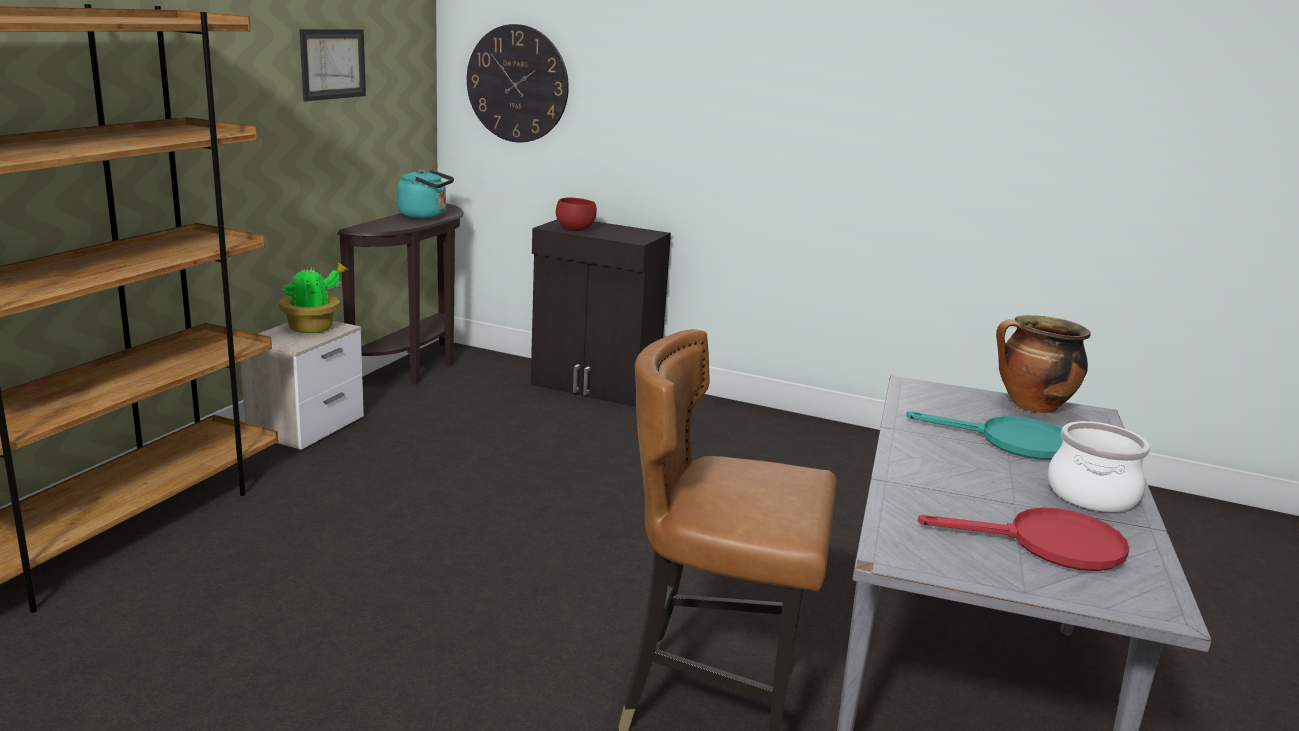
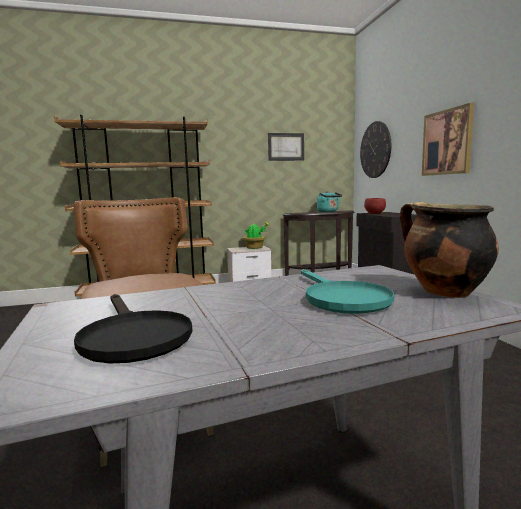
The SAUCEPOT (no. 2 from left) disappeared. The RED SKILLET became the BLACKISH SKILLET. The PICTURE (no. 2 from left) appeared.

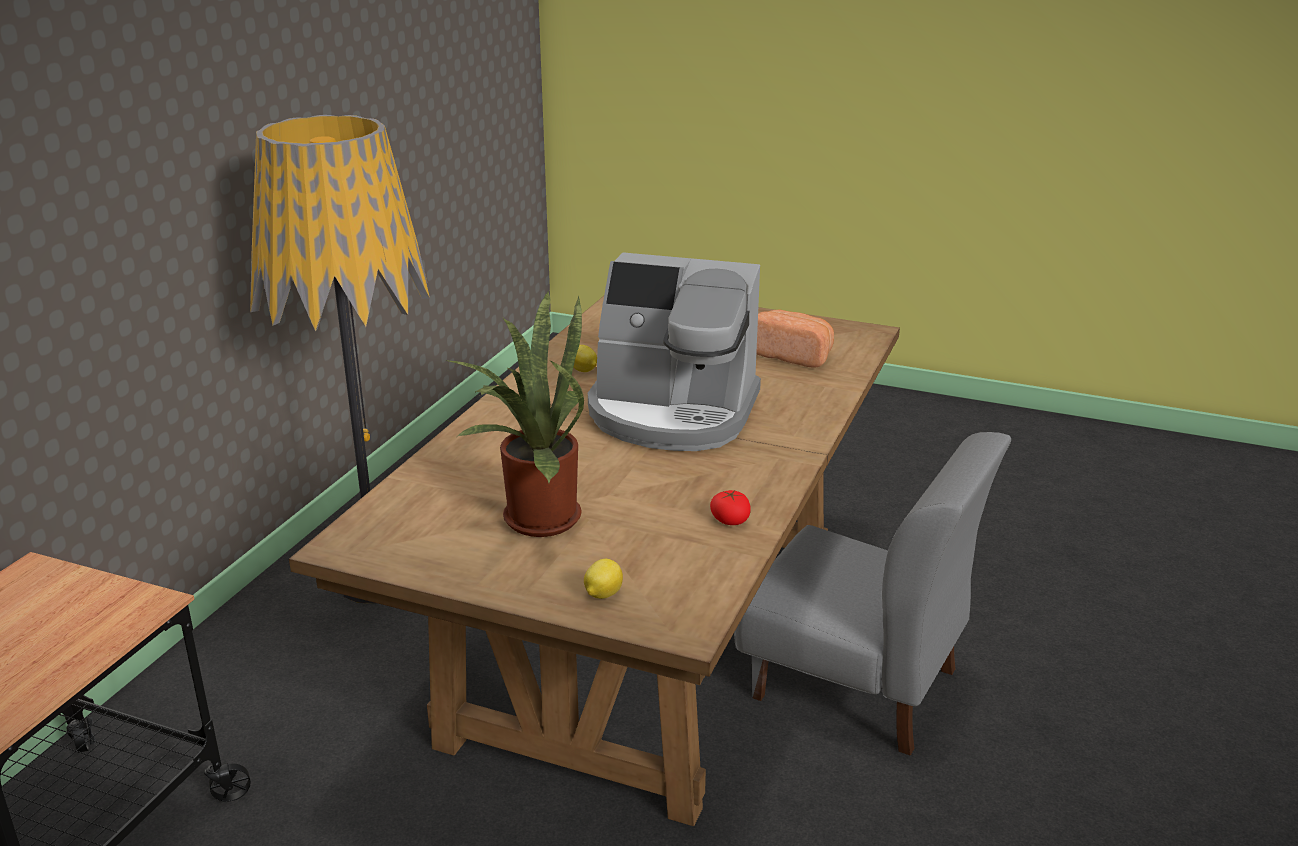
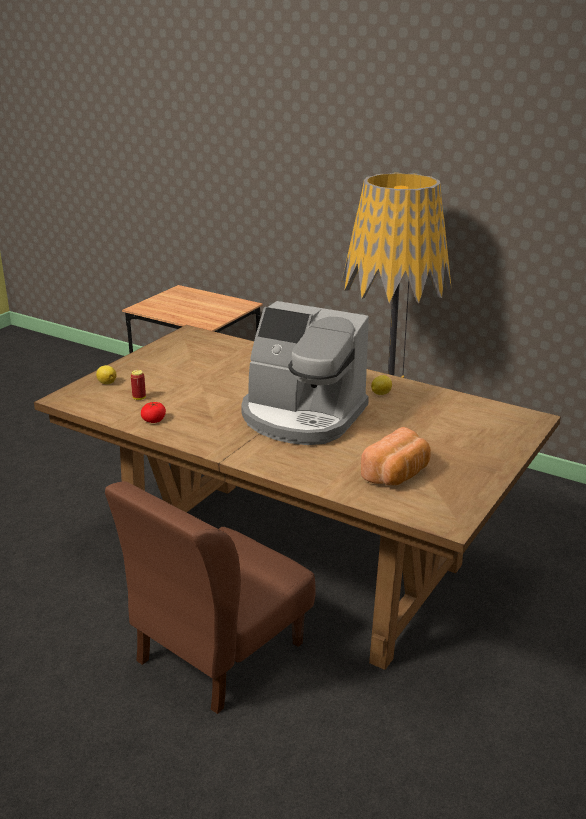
The COFFEE BREWER turned 90 degrees counterclockwise. The HOUSEPLANT disappeared. The GREY PLAIN CHAIR became the BROWNISH PLAIN CHAIR. The CAN appeared.

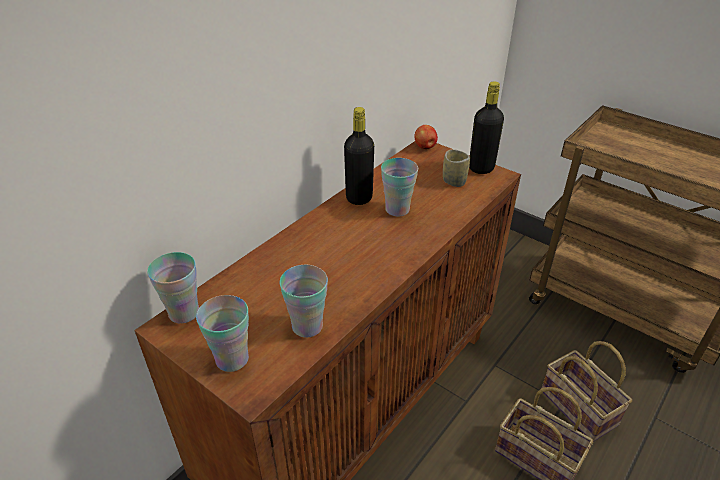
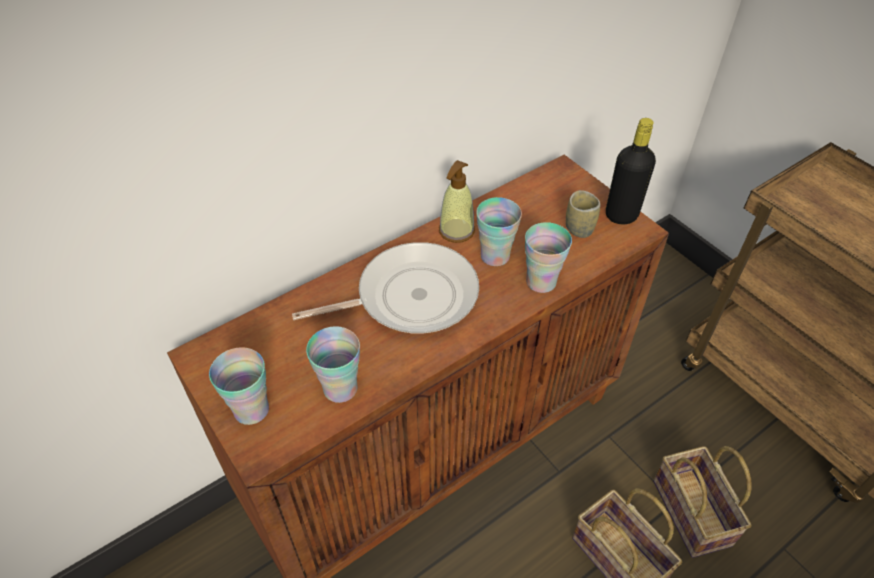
The BLACKISH BOTTLE (no. 1 from left) was replaced by the SOAP BOTTLE. The WHOLE APPLE disappeared. The SMALL CUP (no. 1 from left in the first image) moved. The SKILLET appeared.

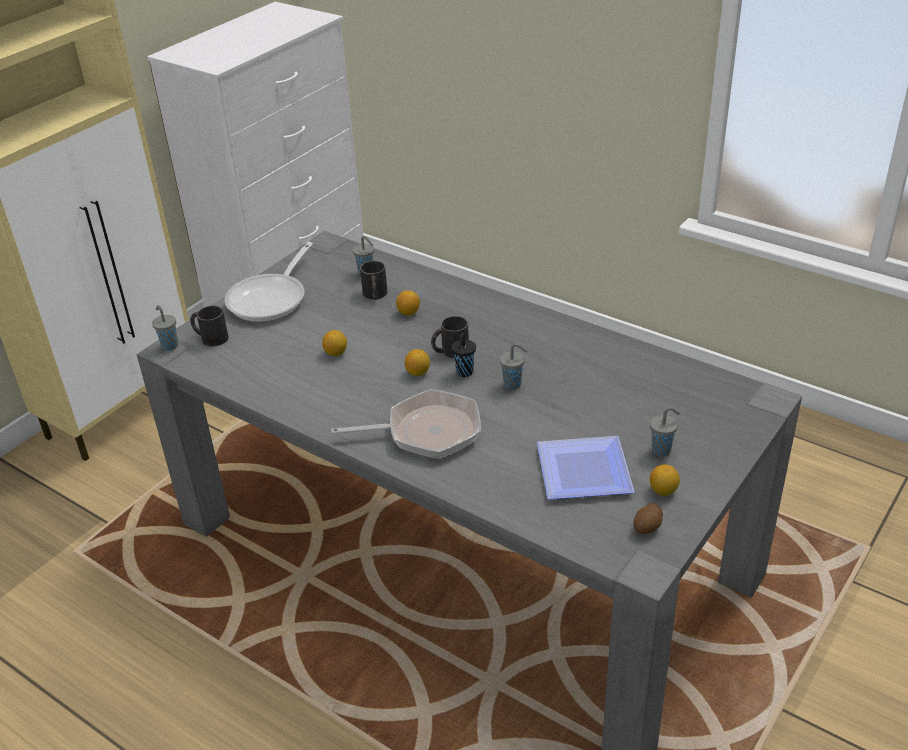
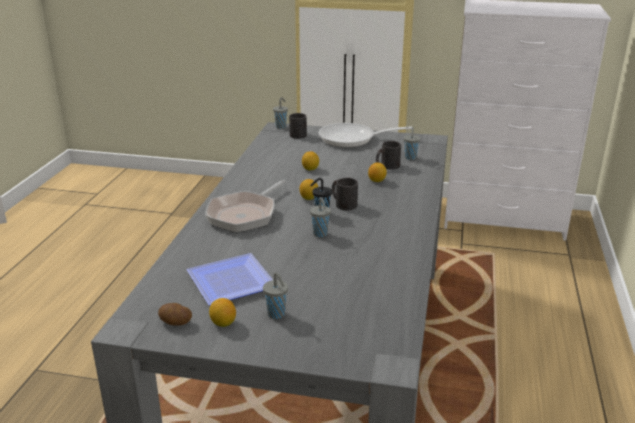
The SKILLET (no. 2 from left in the first image) turned 60 degrees clockwise.

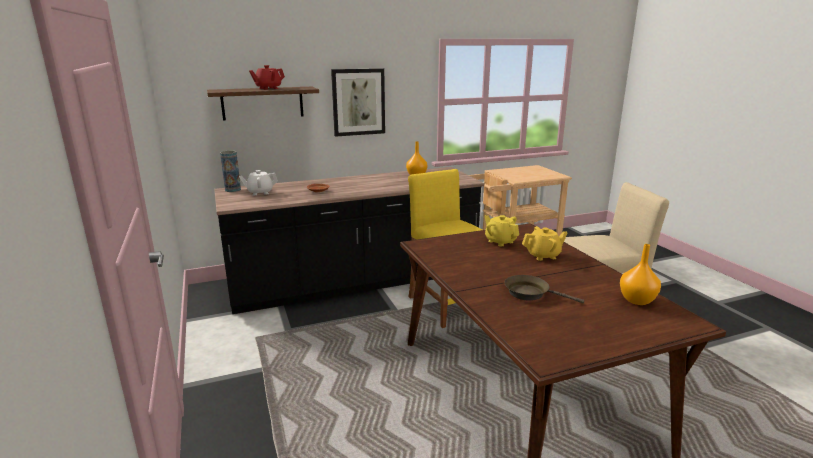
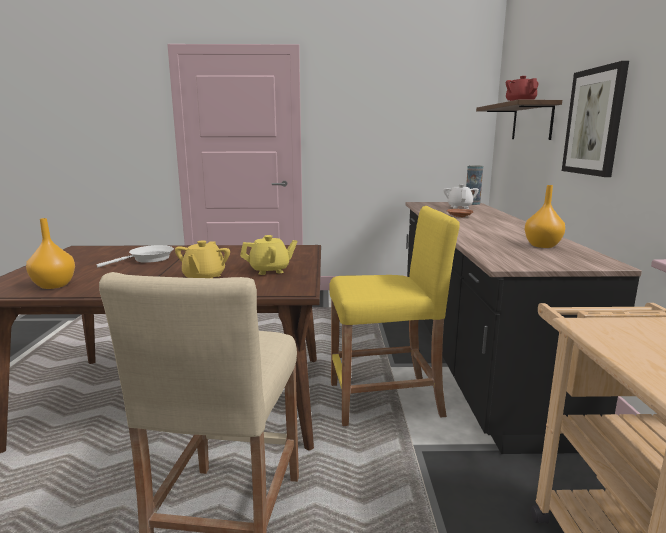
The BROWNISH SKILLET became the WHITE SKILLET.

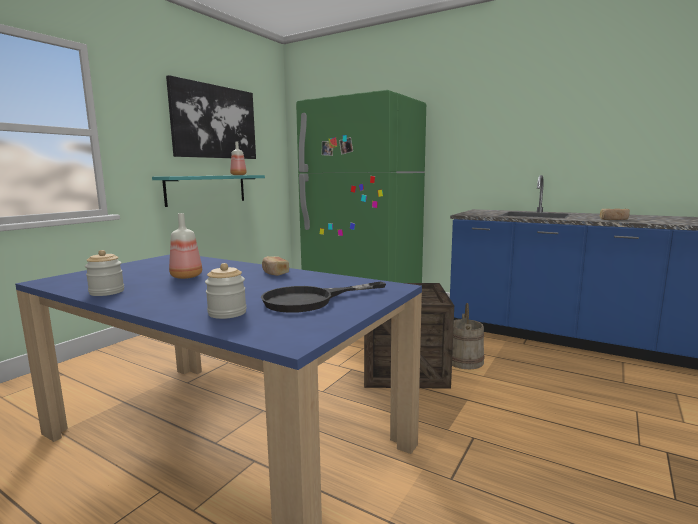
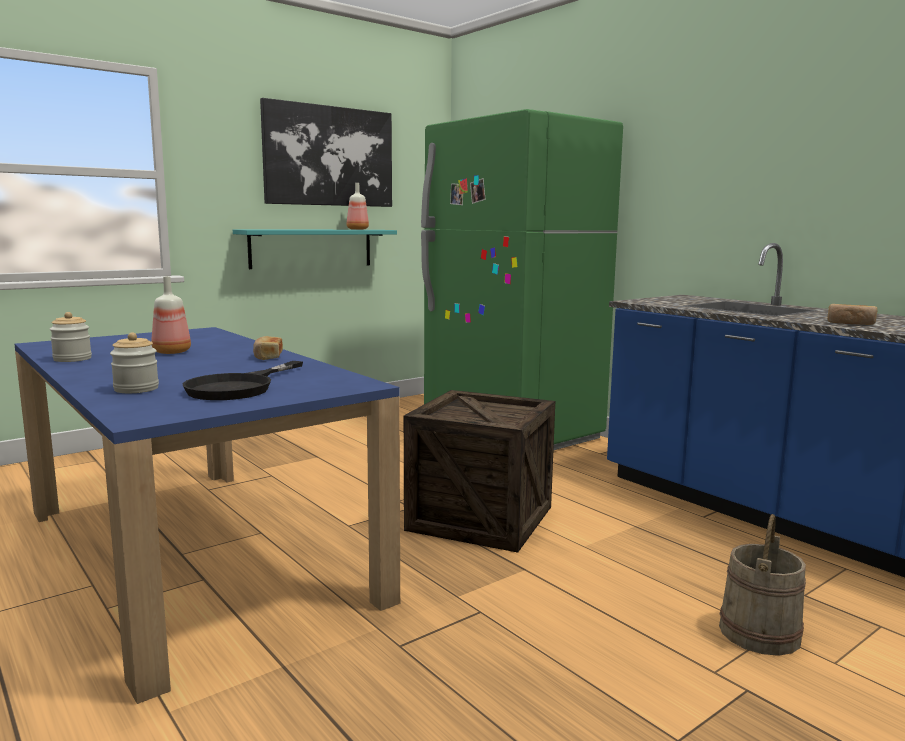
The BLACKISH SKILLET turned 60 degrees counterclockwise. The SAND-COLOURED WATER BUCKET moved.

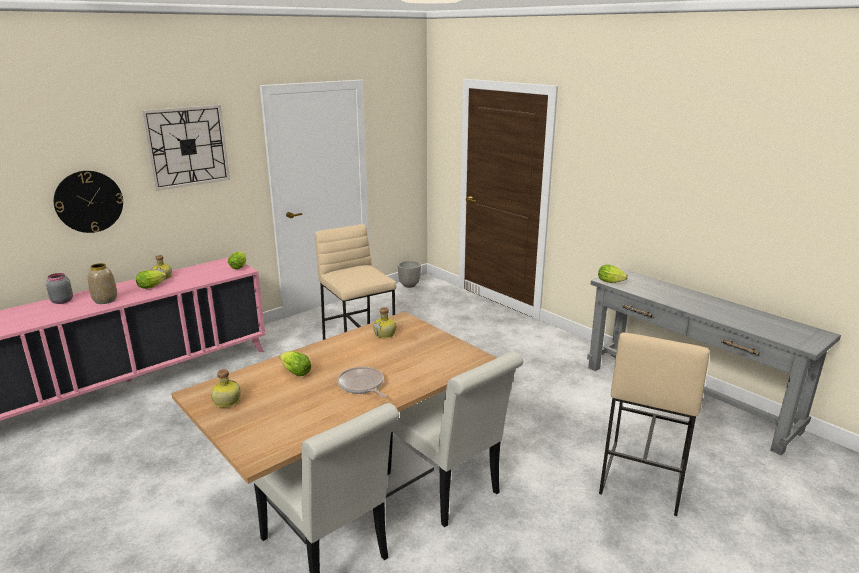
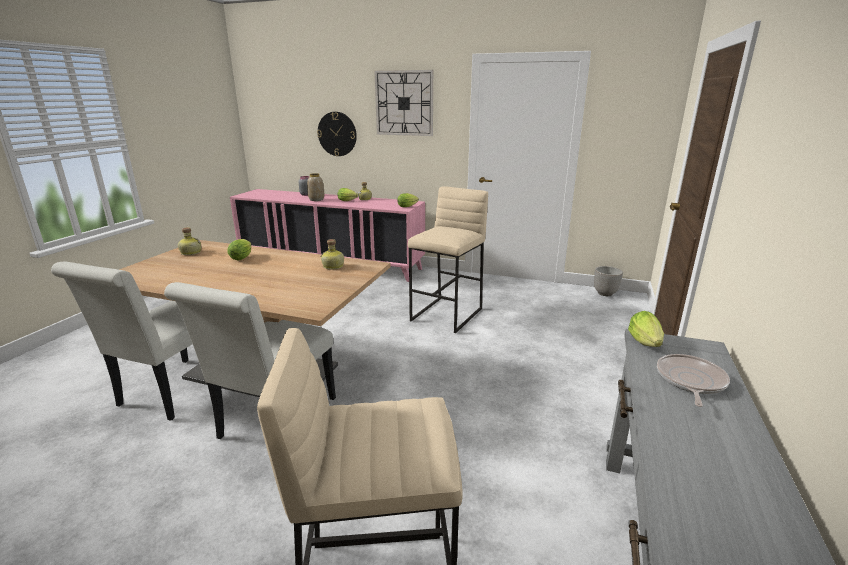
The SKILLET moved.

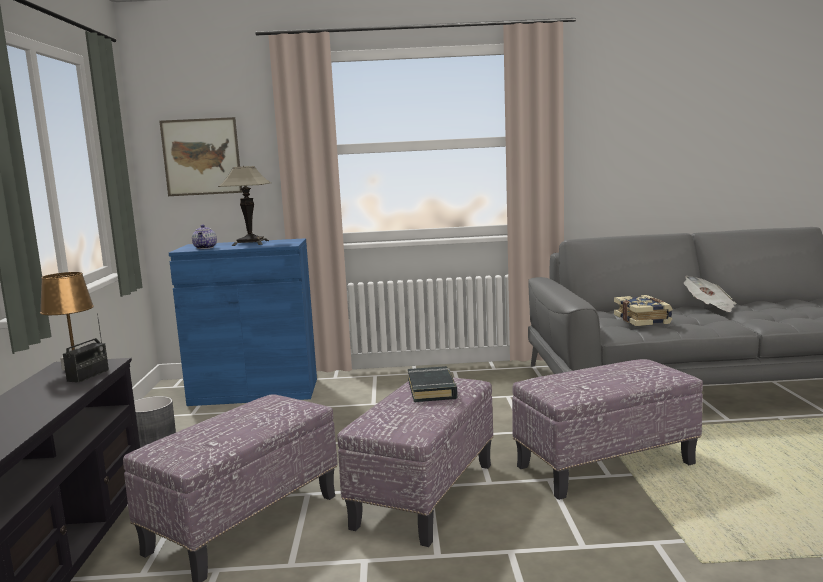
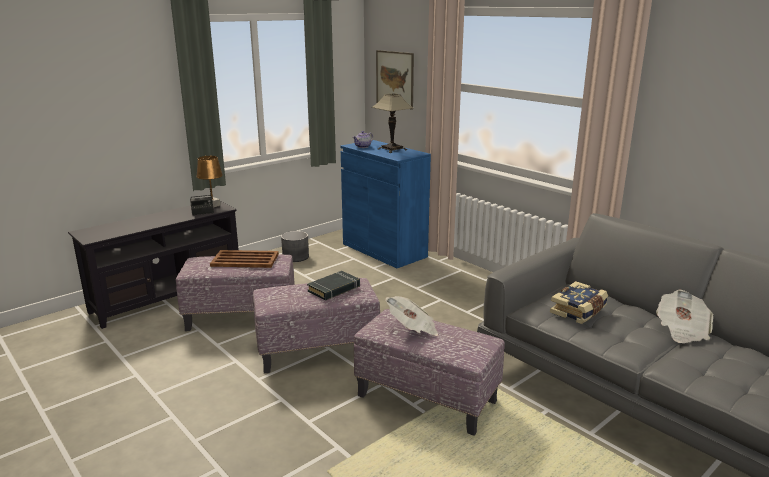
The BROWNISH TRAY appeared. The DAILY PAPER (no. 1 from left) appeared.

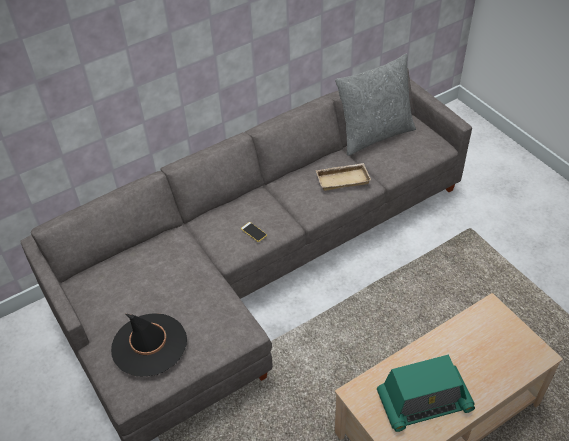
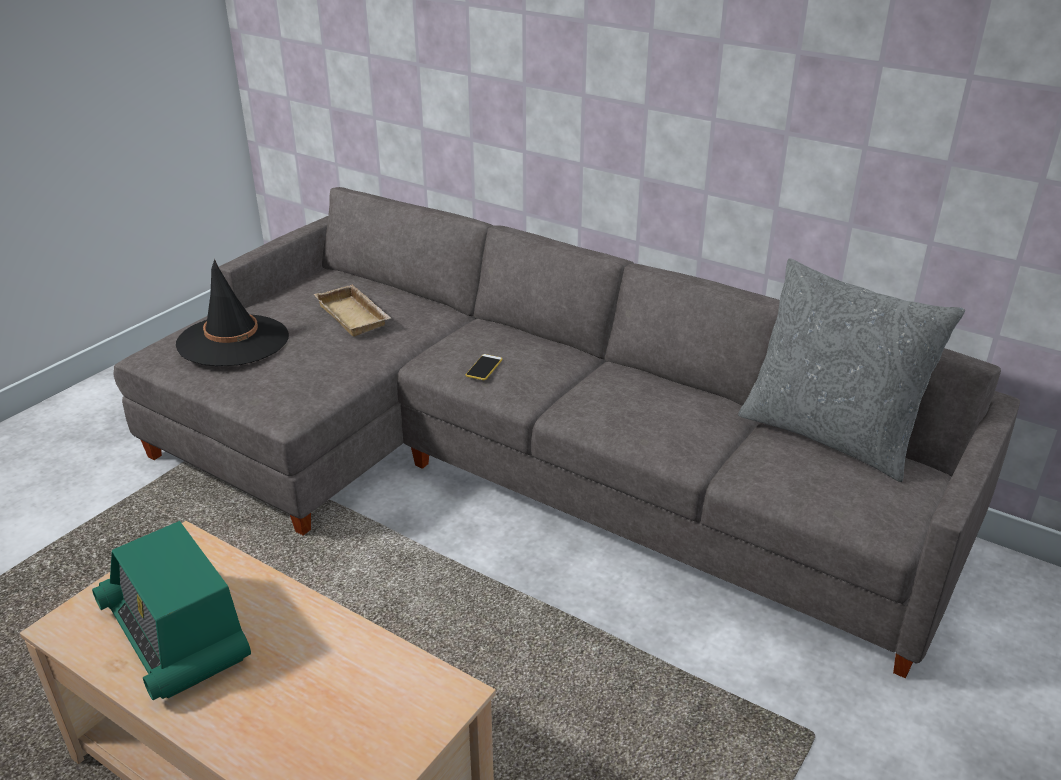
The SAND-COLOURED TRAY moved.

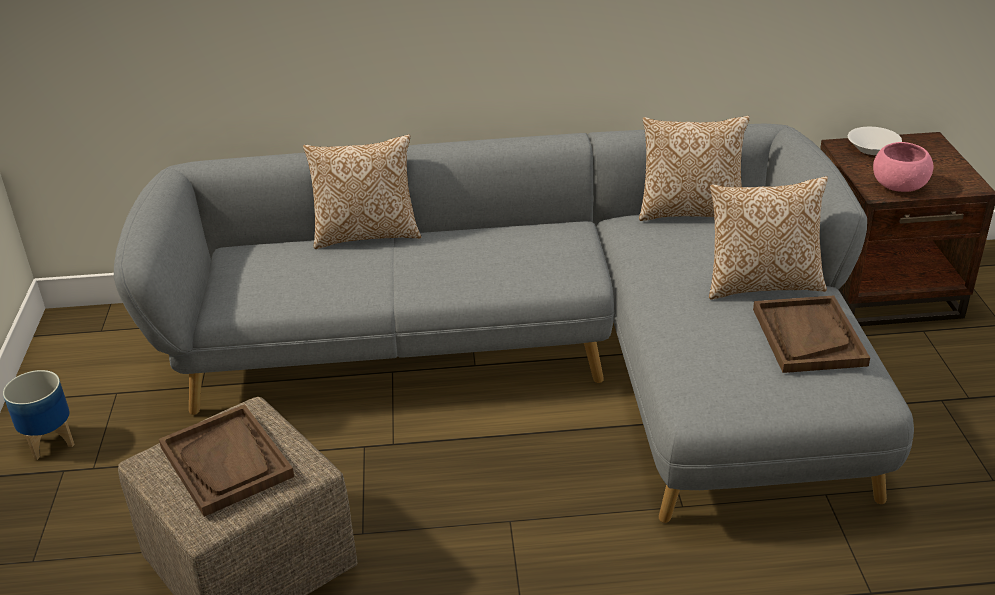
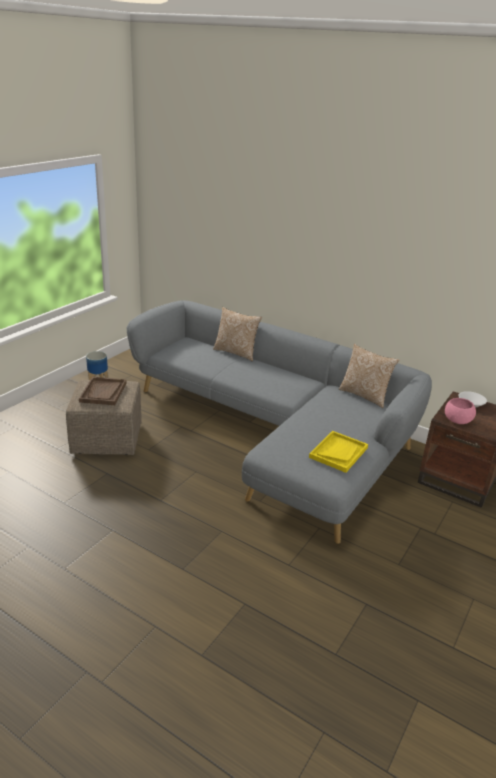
The PILLOW (no. 3 from left) disappeared. The BROWNISH TRAY (no. 2 from left) became the YELLOWISH TRAY.

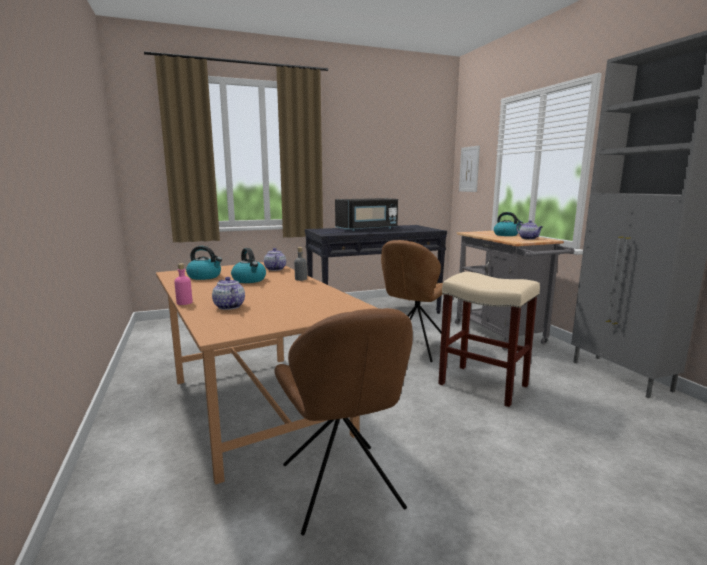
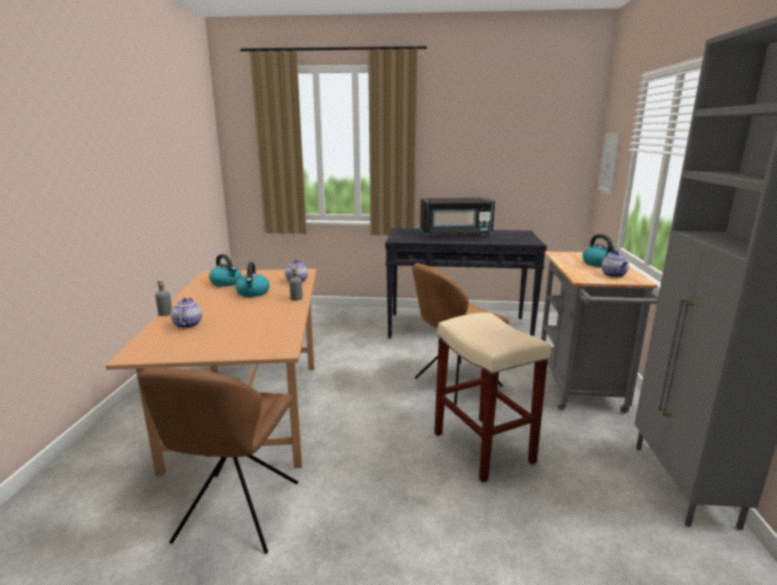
The PINK BOTTLE became the GREY BOTTLE (no. 1 from left).

